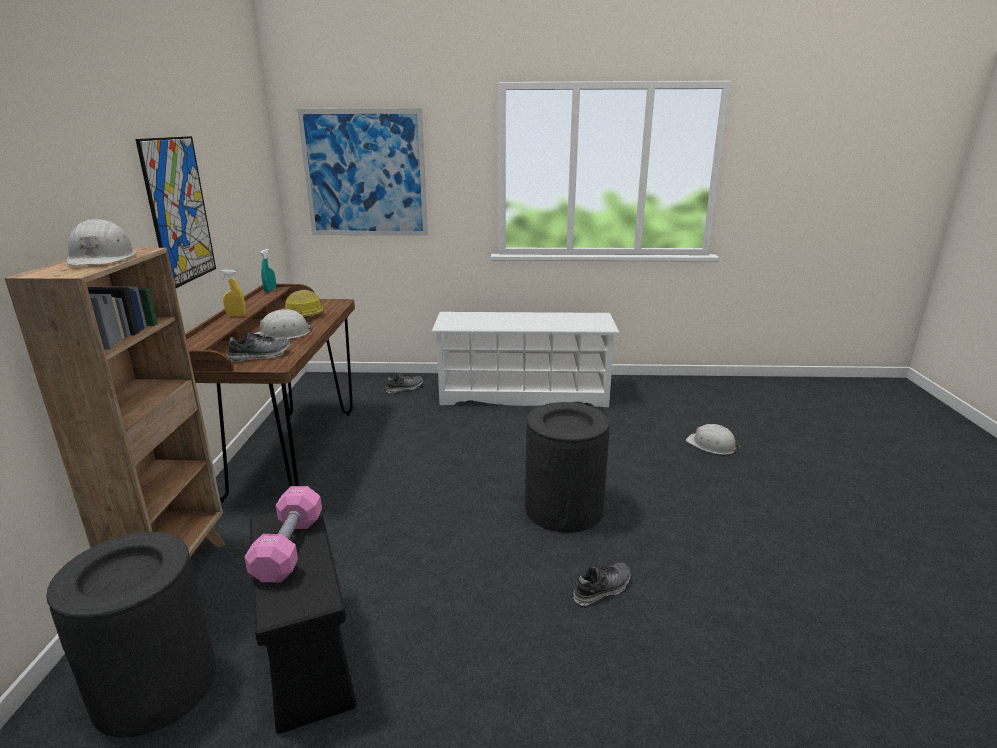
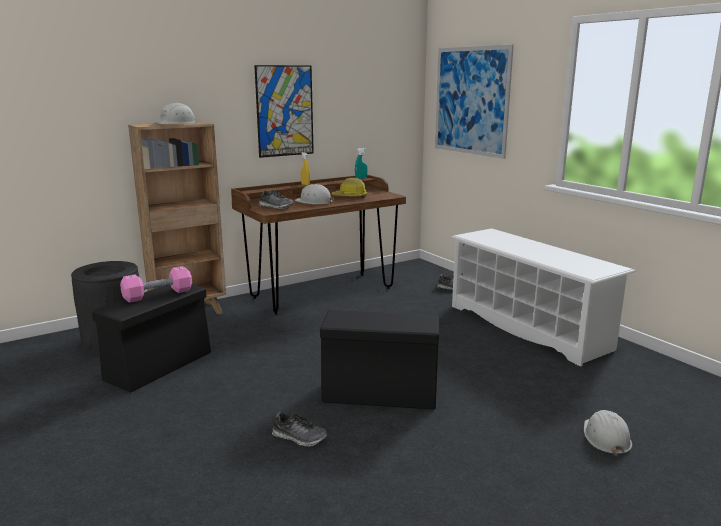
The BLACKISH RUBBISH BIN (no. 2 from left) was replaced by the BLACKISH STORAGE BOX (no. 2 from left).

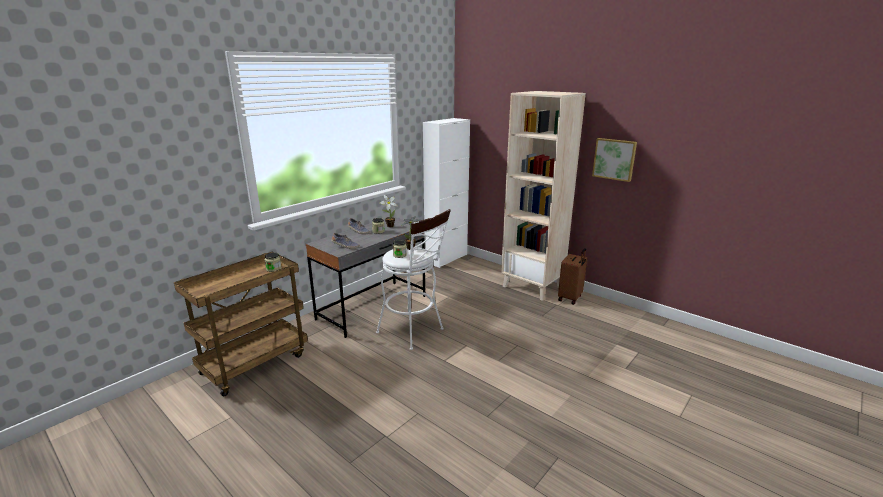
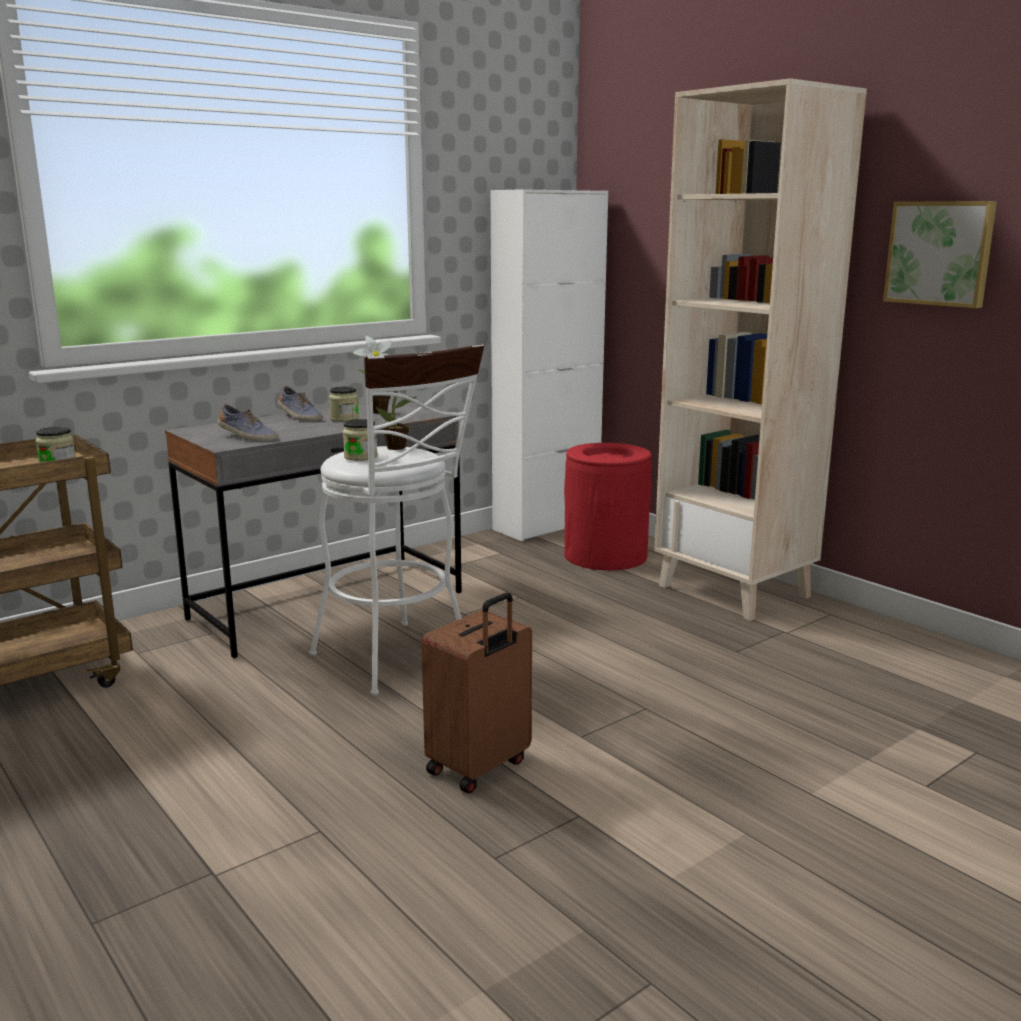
The BROWNISH TRAVEL CASE moved. The RED RUBBISH BIN appeared.

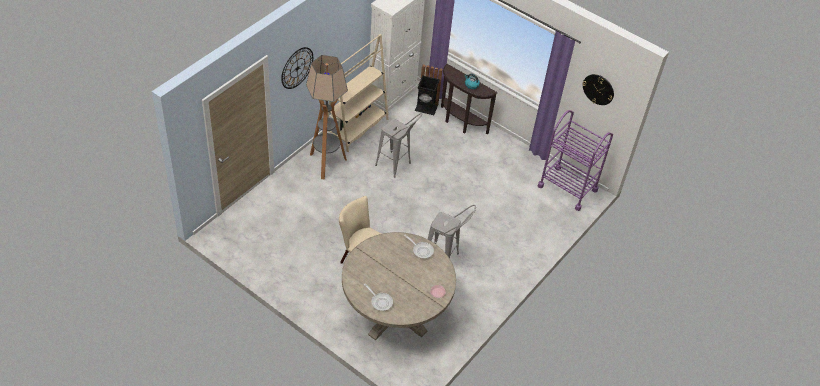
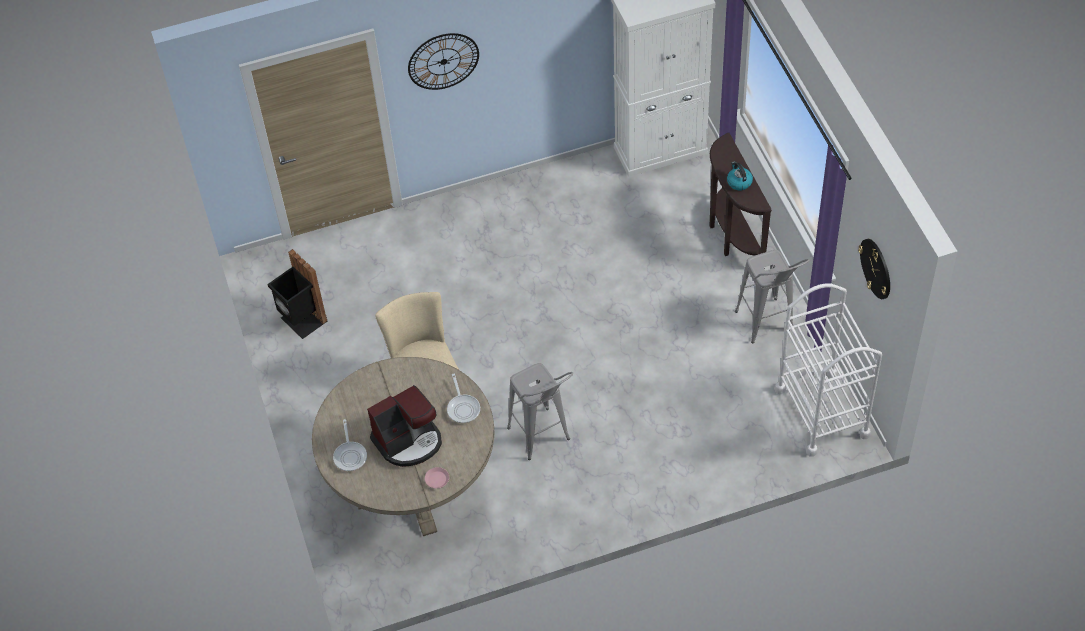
The SAND-COLOURED BOOKCASE disappeared. The STANDING LAMP disappeared. The BLACKISH RUBBISH BIN moved. The PURPLISH WHEELED CART became the WHITE WHEELED CART. The GREY STOOL SEAT (no. 1 from left in the first image) moved. The COFFEE BREWER appeared.

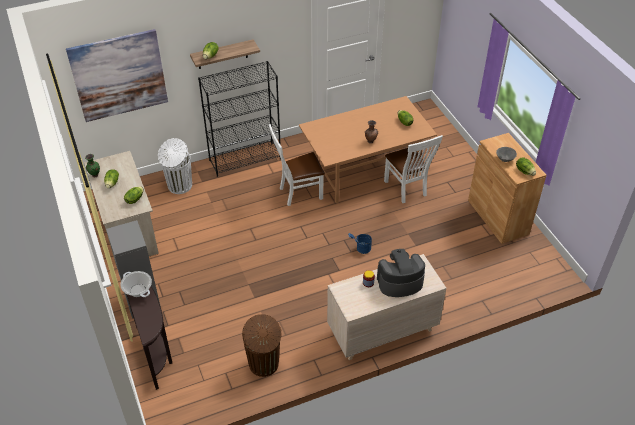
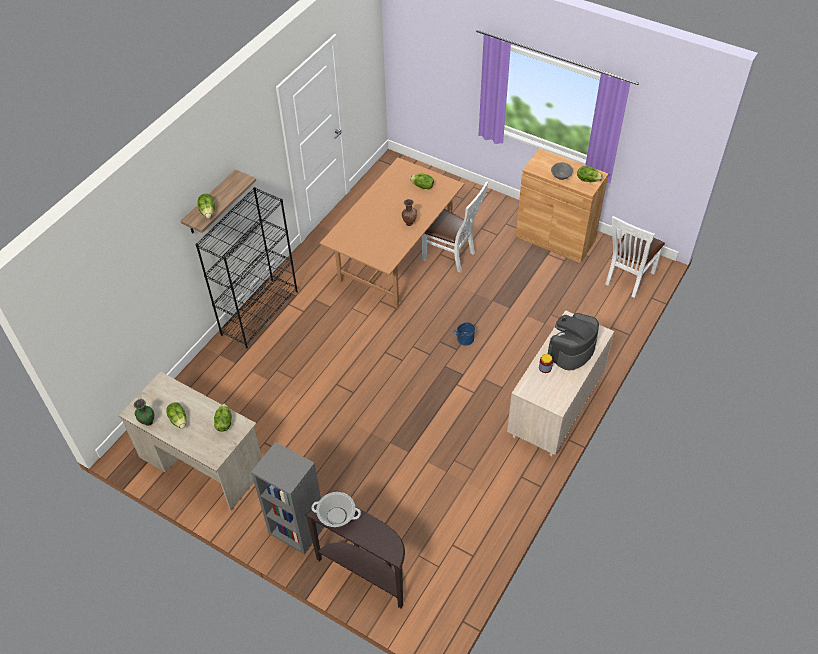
The PICTURE disappeared. The WHITE PLAIN CHAIR (no. 1 from left in the first image) moved. The WHITE RUBBISH BIN disappeared. The BROWNISH RUBBISH BIN disappeared.

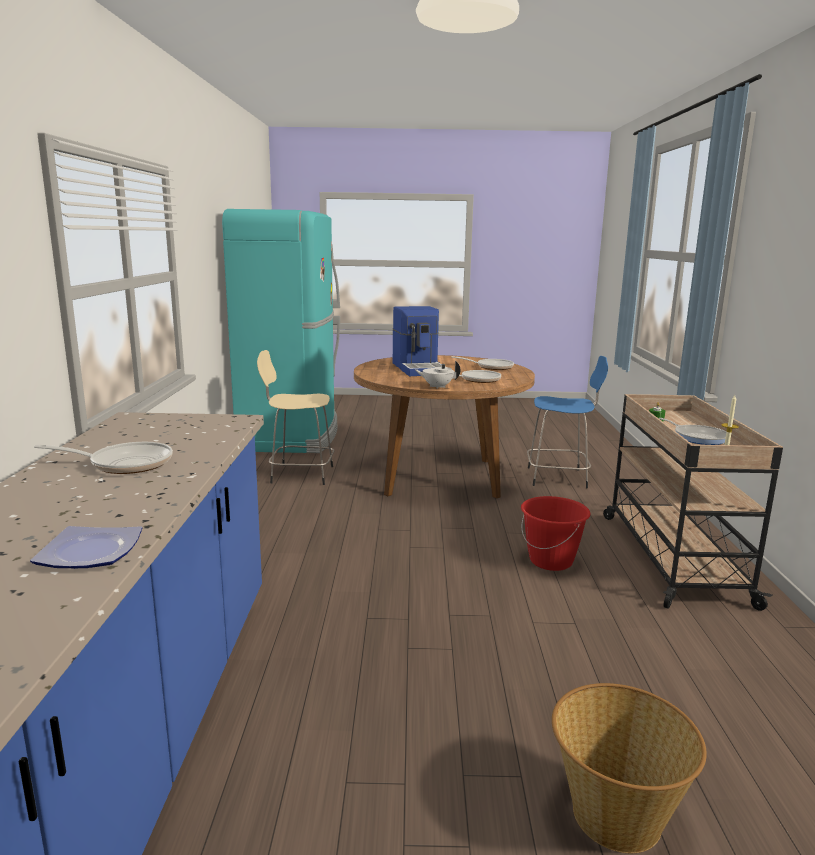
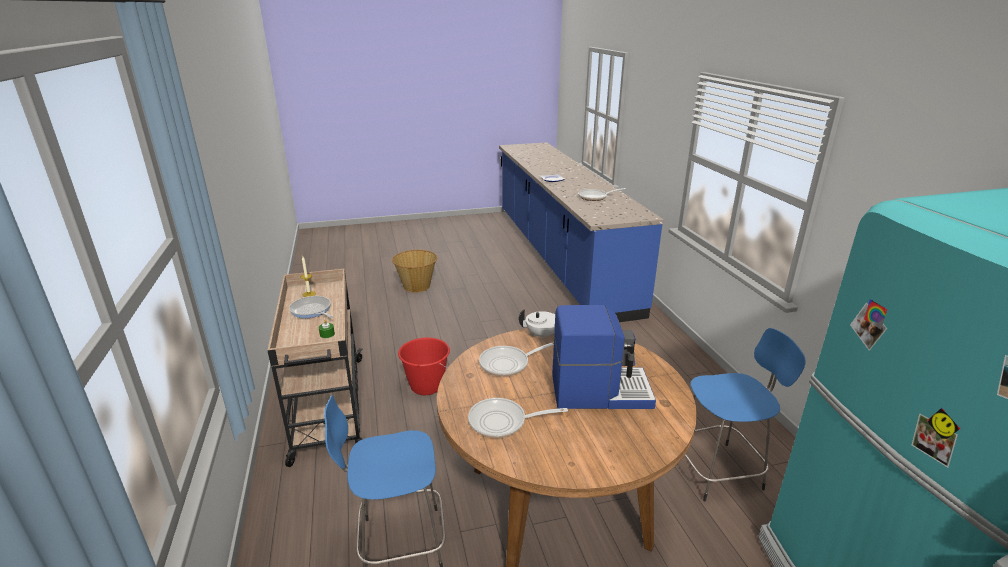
The COFFEE BREWER turned 120 degrees clockwise. The SAND-COLOURED STOOL SEAT became the BLUE-COLOURED STOOL SEAT (no. 2 from left).

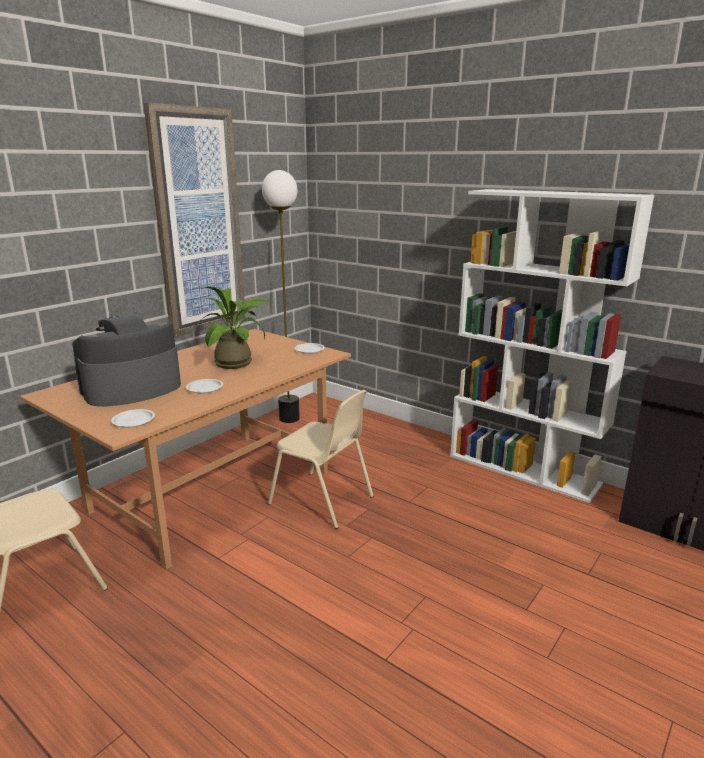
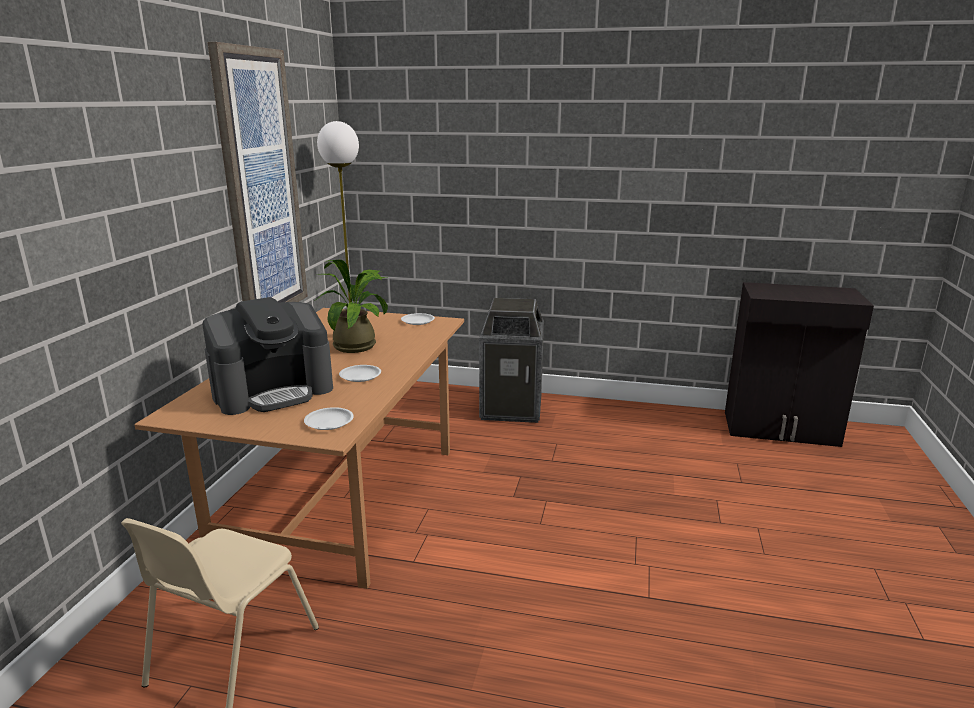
The WHITE BOOKCASE disappeared. The COFFEE BREWER turned 150 degrees counterclockwise. The SAND-COLOURED PLAIN CHAIR (no. 2 from left) disappeared. The RUBBISH BIN appeared.

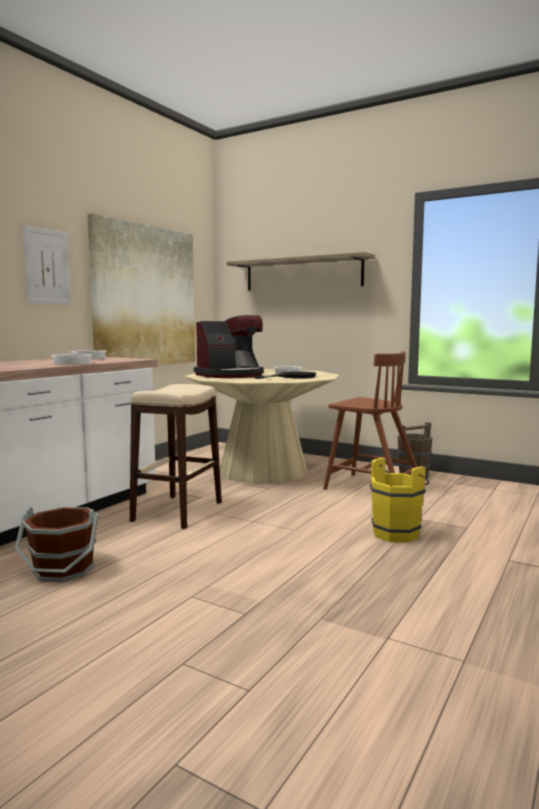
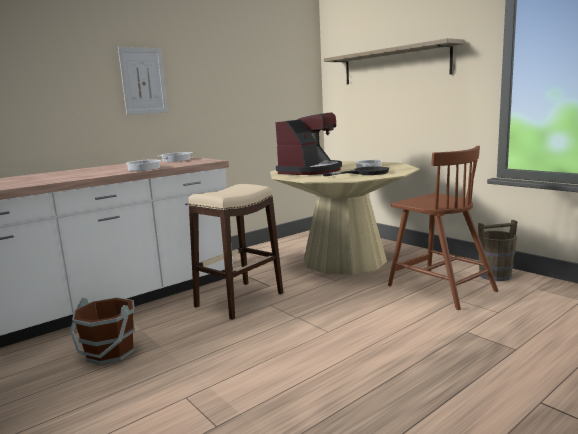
The PICTURE (no. 2 from left) disappeared. The COFFEE BREWER turned 45 degrees counterclockwise. The YELLOWISH WATER BUCKET disappeared.

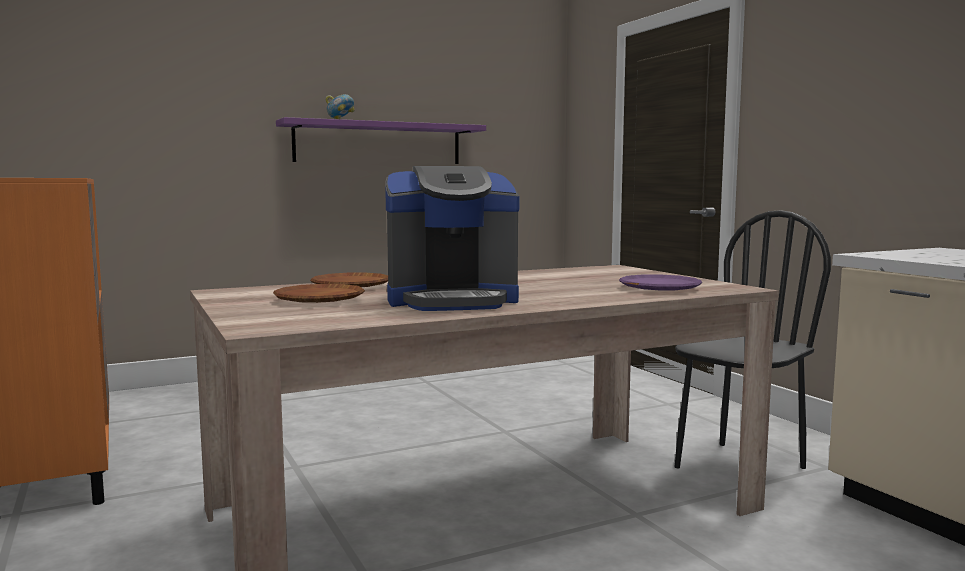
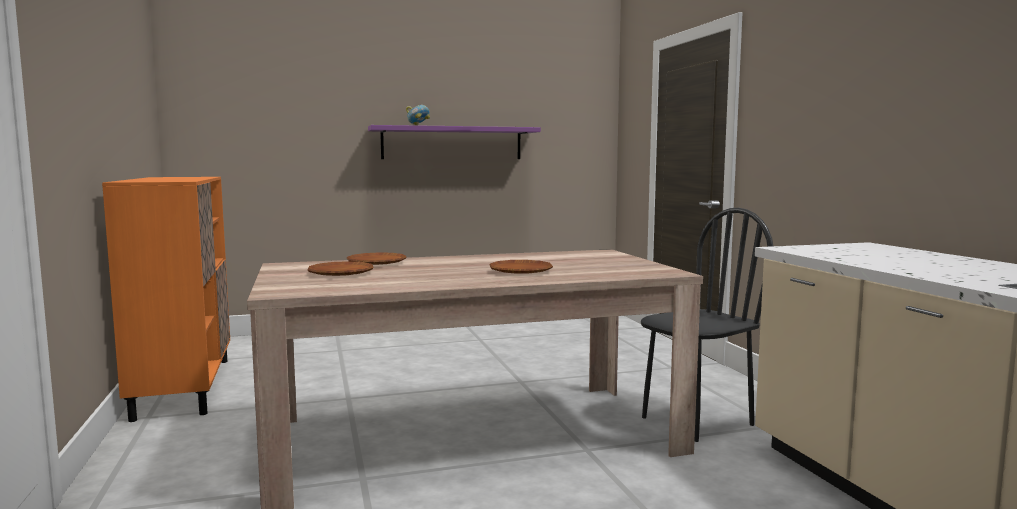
The COFFEE BREWER disappeared. The PURPLISH DINNER PLATE disappeared. The BROWNISH DINNER PLATE (no. 3 from left) appeared.

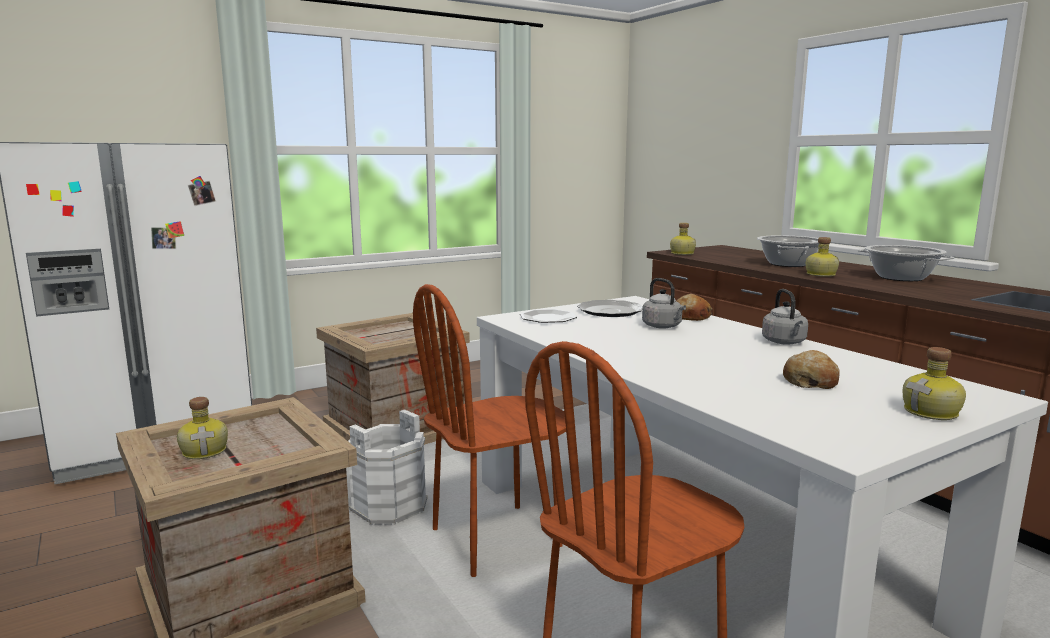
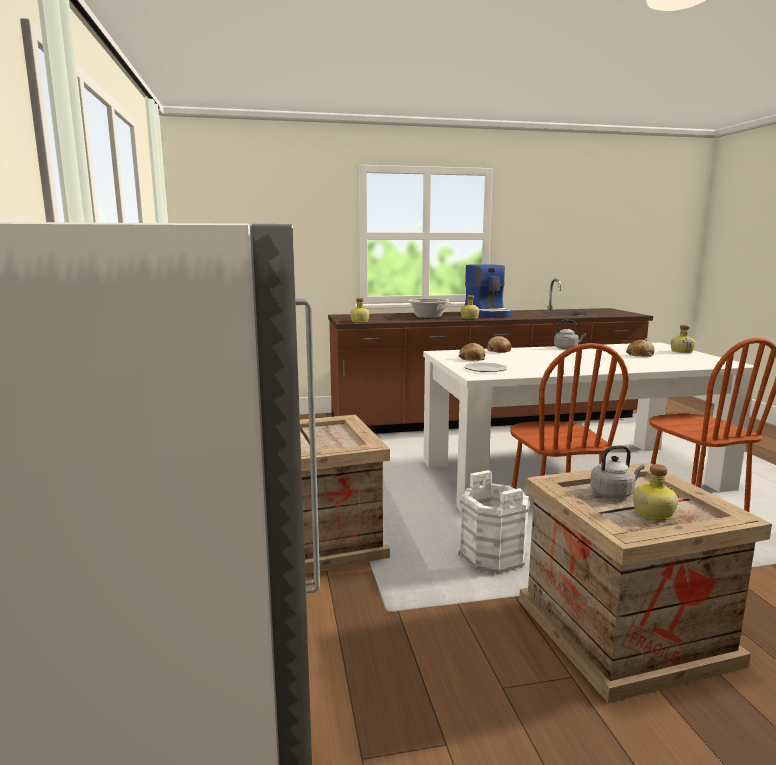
The SAUCEPOT (no. 2 from left) was replaced by the COFFEE BREWER. The GREY WATER KETTLE (no. 1 from left in the first image) moved. The DINNER PLATE (no. 2 from left) was replaced by the BAKERY BREAD (no. 1 from left).

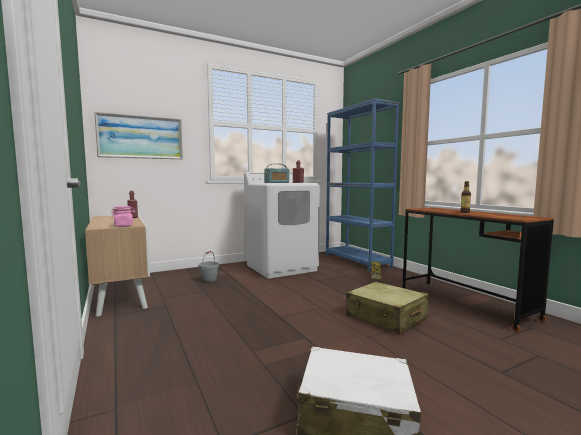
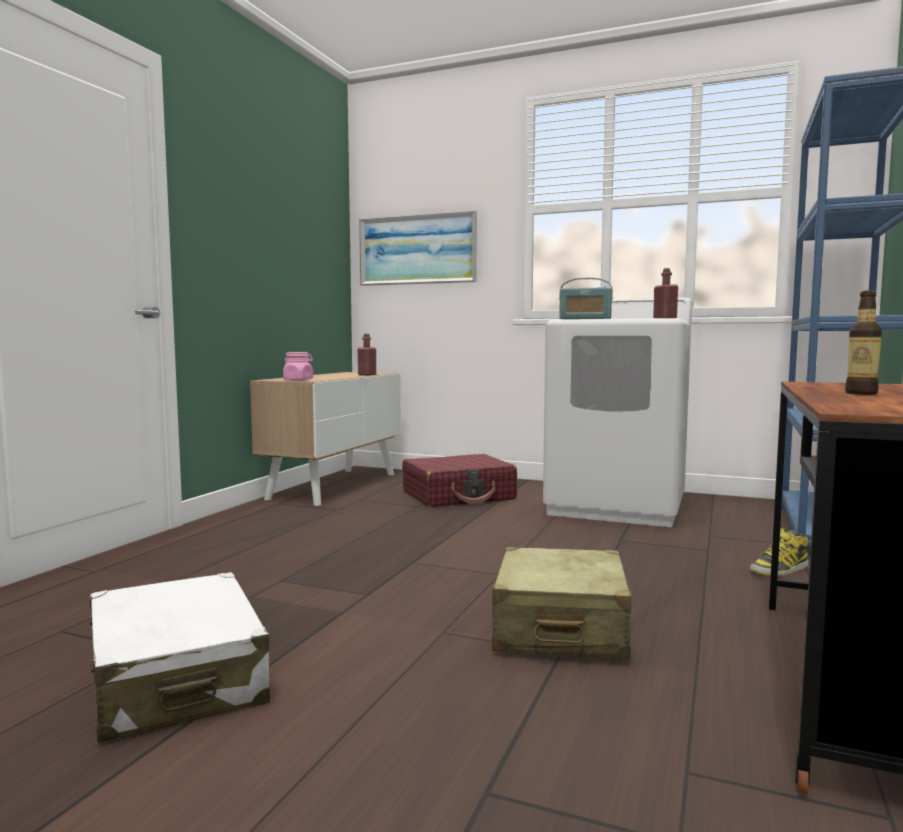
The GREY WATER BUCKET was replaced by the RED TRAVEL CASE.

